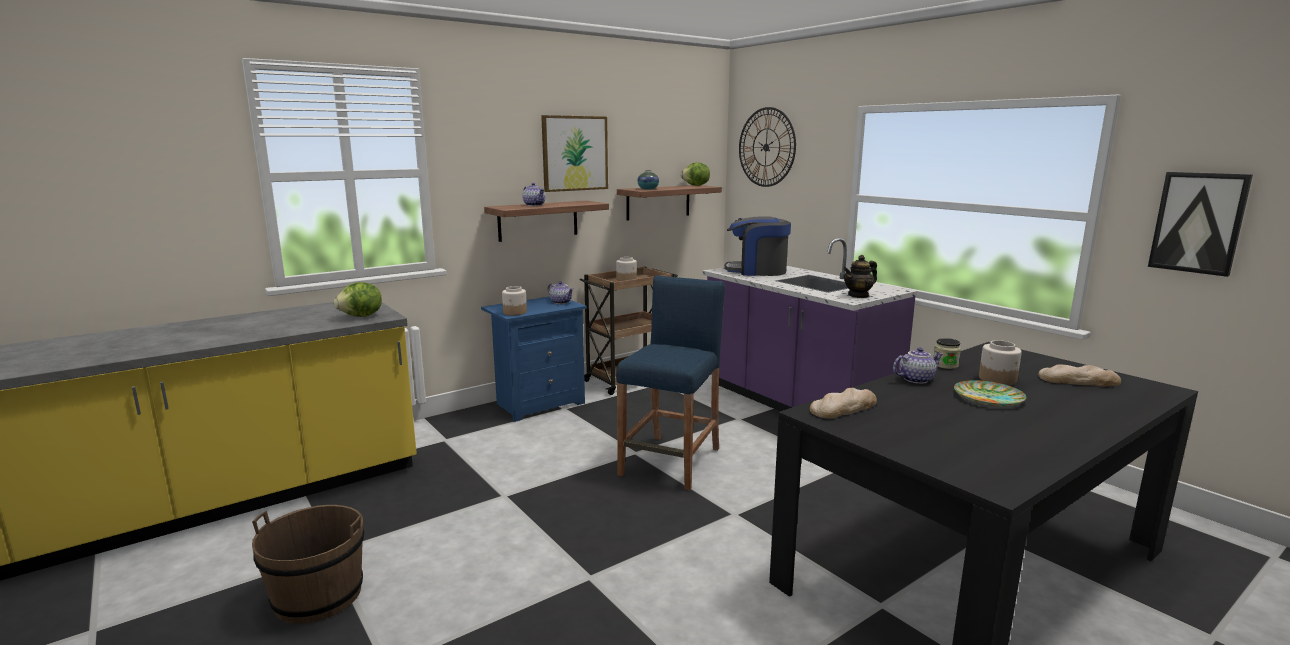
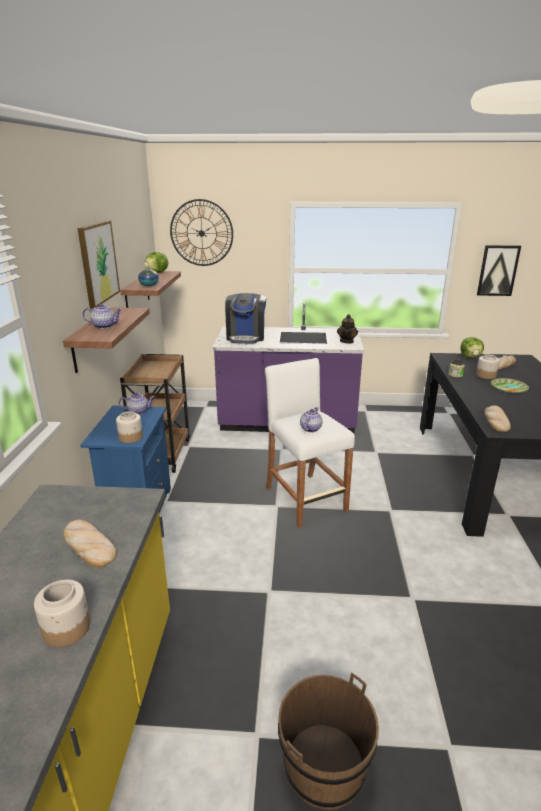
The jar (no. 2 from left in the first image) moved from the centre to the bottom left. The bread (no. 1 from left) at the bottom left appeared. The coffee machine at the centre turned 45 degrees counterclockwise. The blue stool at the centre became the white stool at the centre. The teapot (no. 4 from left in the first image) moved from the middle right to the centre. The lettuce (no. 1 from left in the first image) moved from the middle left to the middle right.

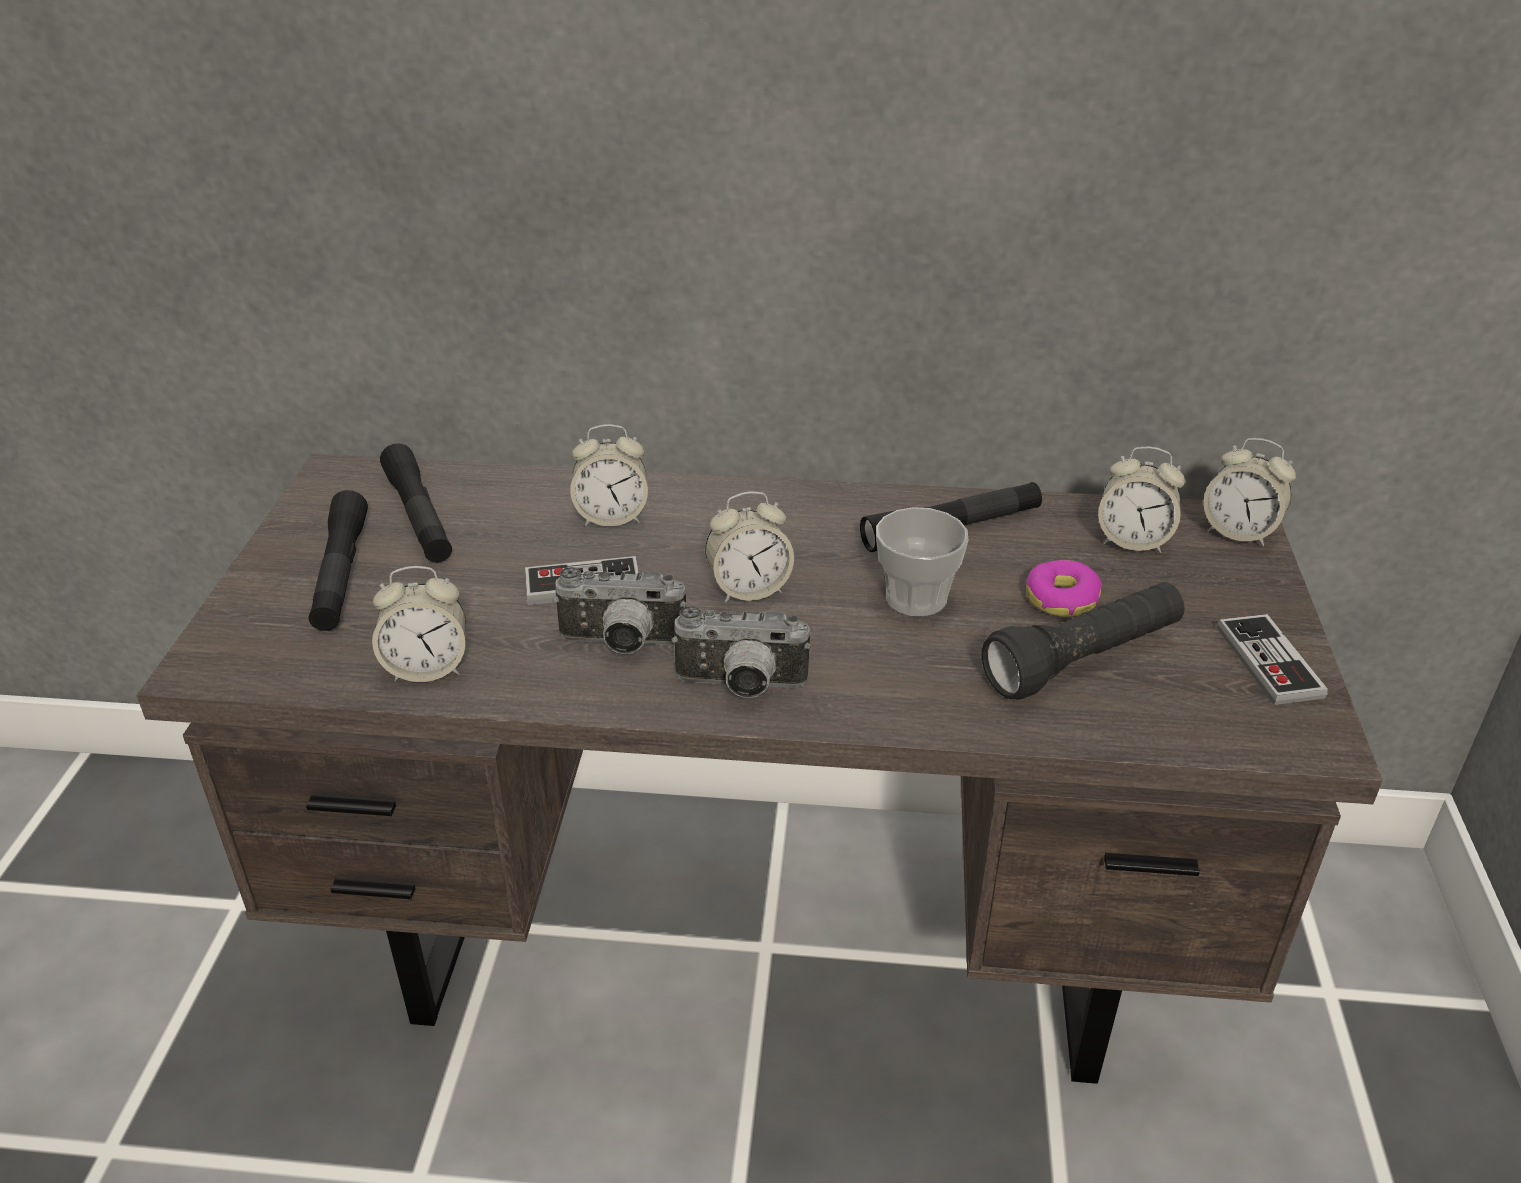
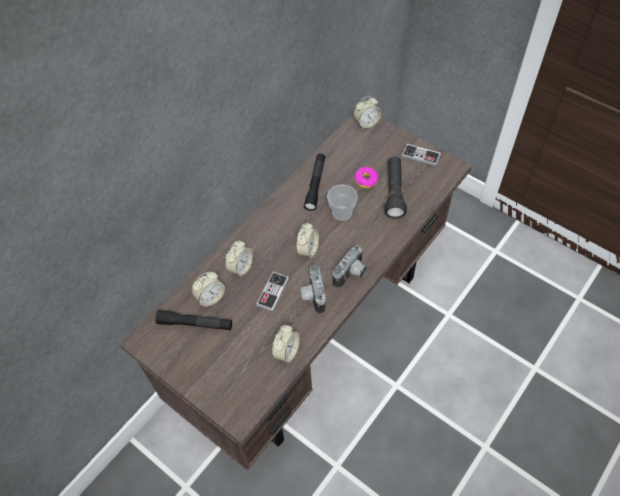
The alarm clock (no. 4 from left in the first image) moved from the middle right to the centre. The photo camera (no. 1 from left) at the centre turned 135 degrees clockwise. The black flashlight (no. 1 from left) at the middle left disappeared.

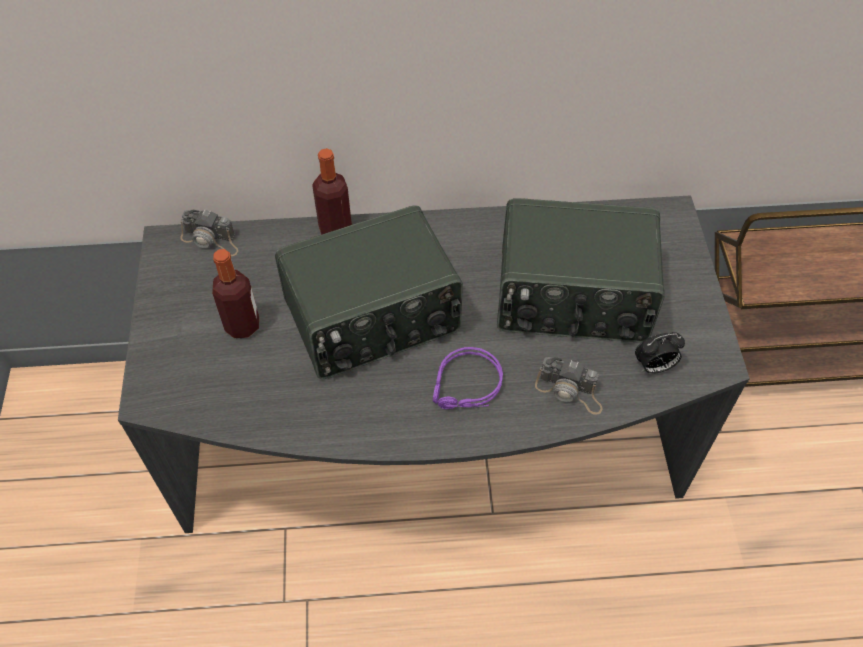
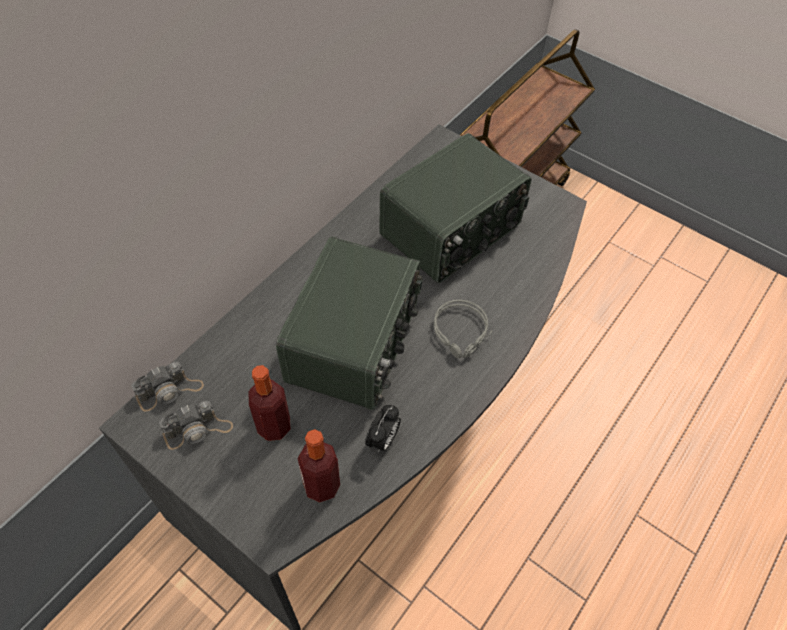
The photo camera (no. 2 from left) moved from the centre to the bottom left. The bottle (no. 2 from left) moved from the top centre to the bottom centre. The alarm clock moved from the middle right to the bottom centre. The purple headphones at the centre became the grey headphones at the centre.

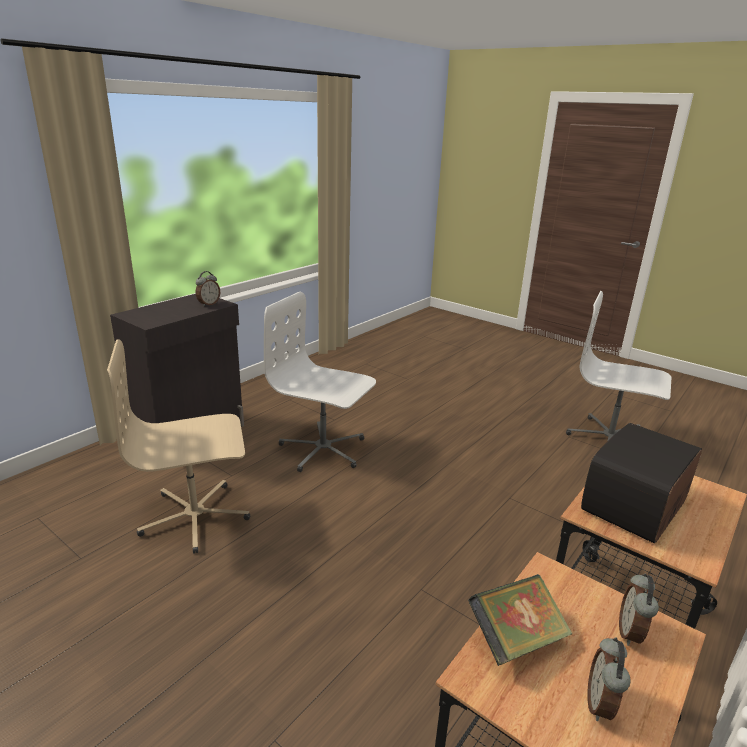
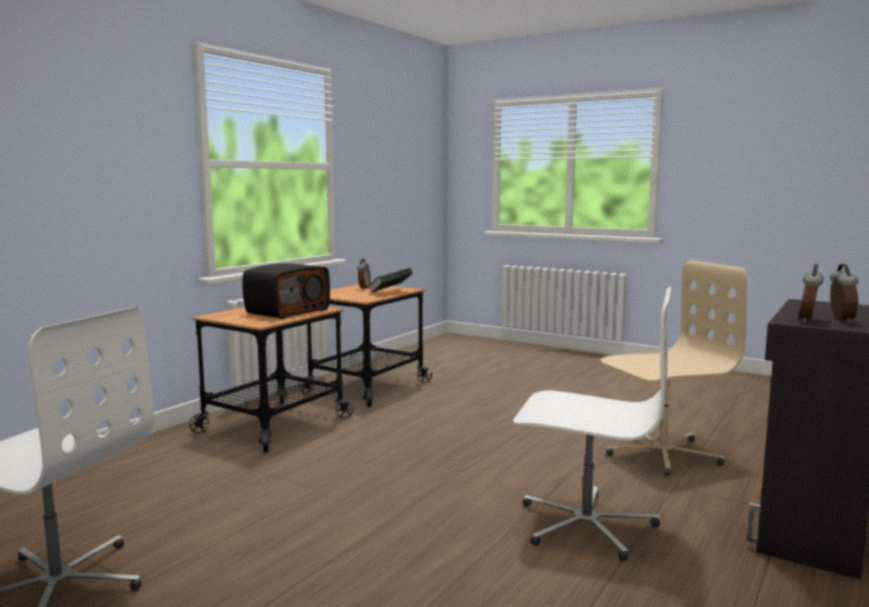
The alarm clock (no. 3 from left) moved from the bottom right to the middle right.

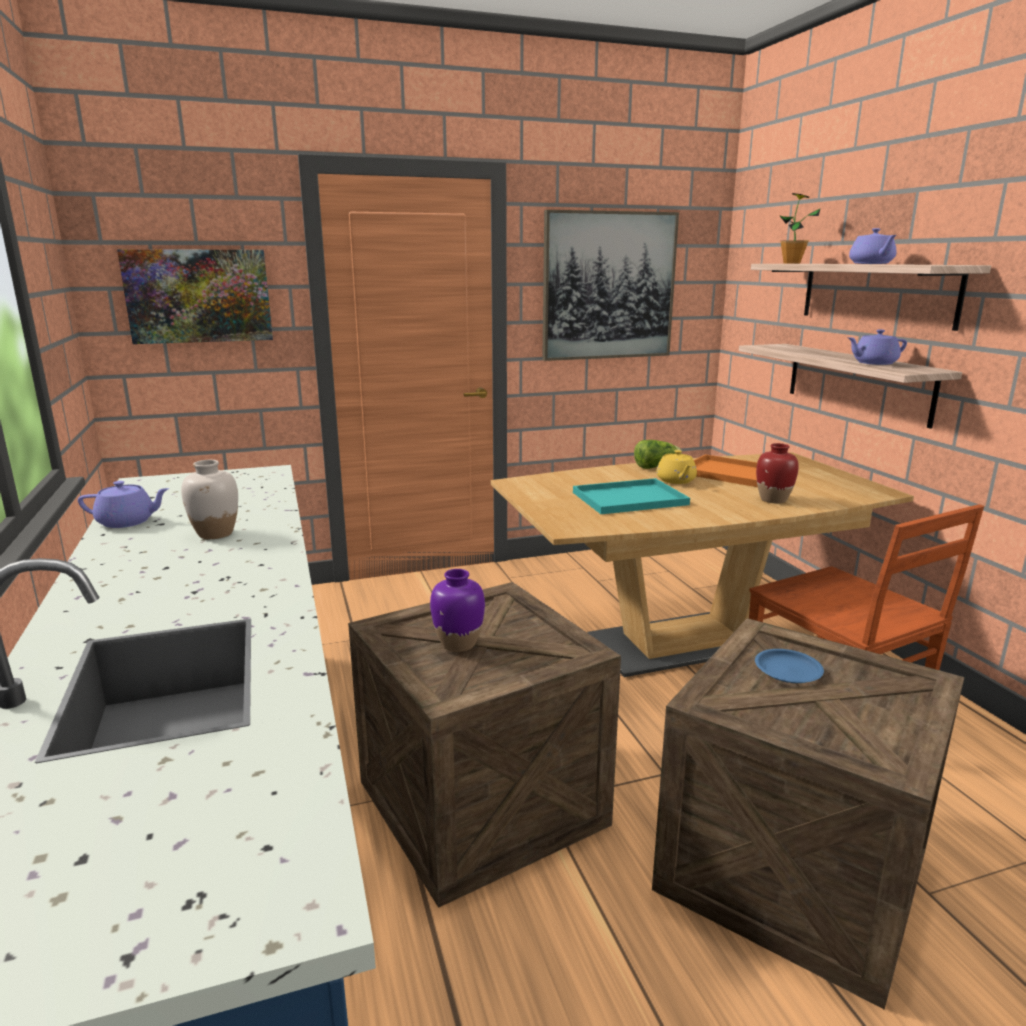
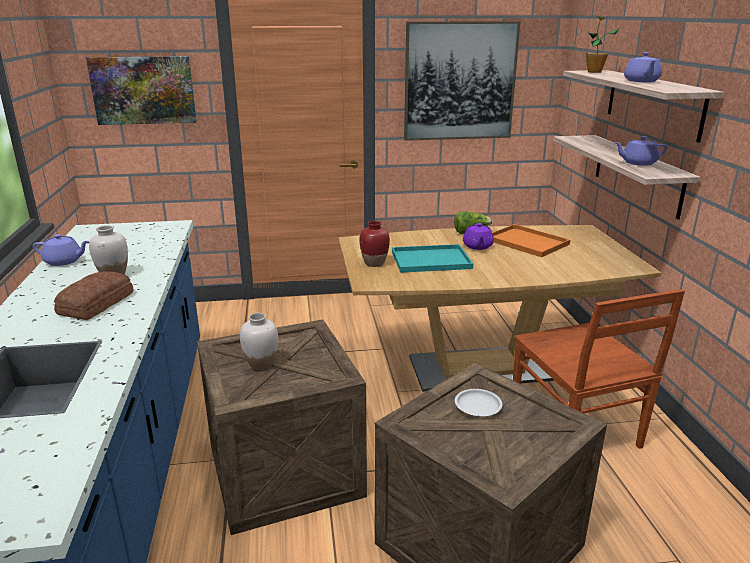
The bread at the middle left appeared. The purple vase at the centre became the white vase (no. 2 from left) at the centre. The red vase moved from the middle right to the centre. The blue plate at the middle right became the white plate at the bottom centre. The yellow teapot at the centre became the purple teapot (no. 2 from left) at the centre.

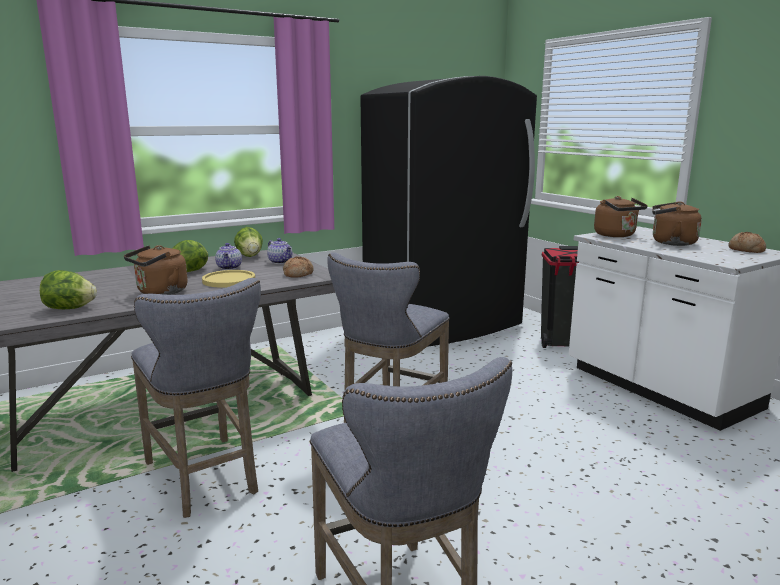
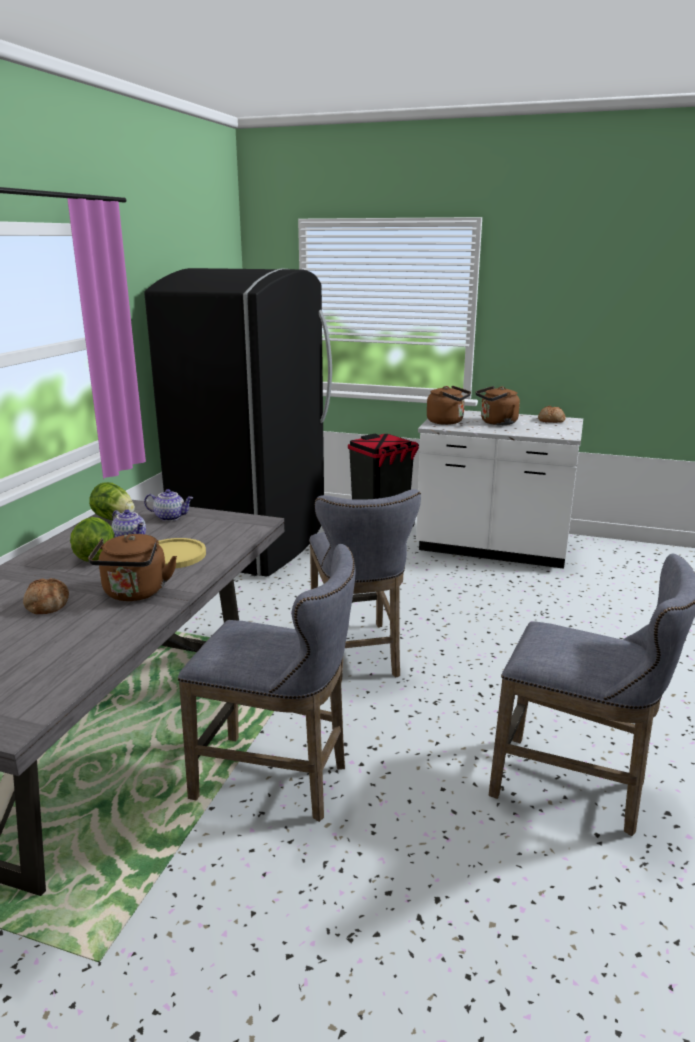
The bread (no. 1 from left) moved from the centre to the middle left. The lettuce (no. 1 from left) at the middle left disappeared.

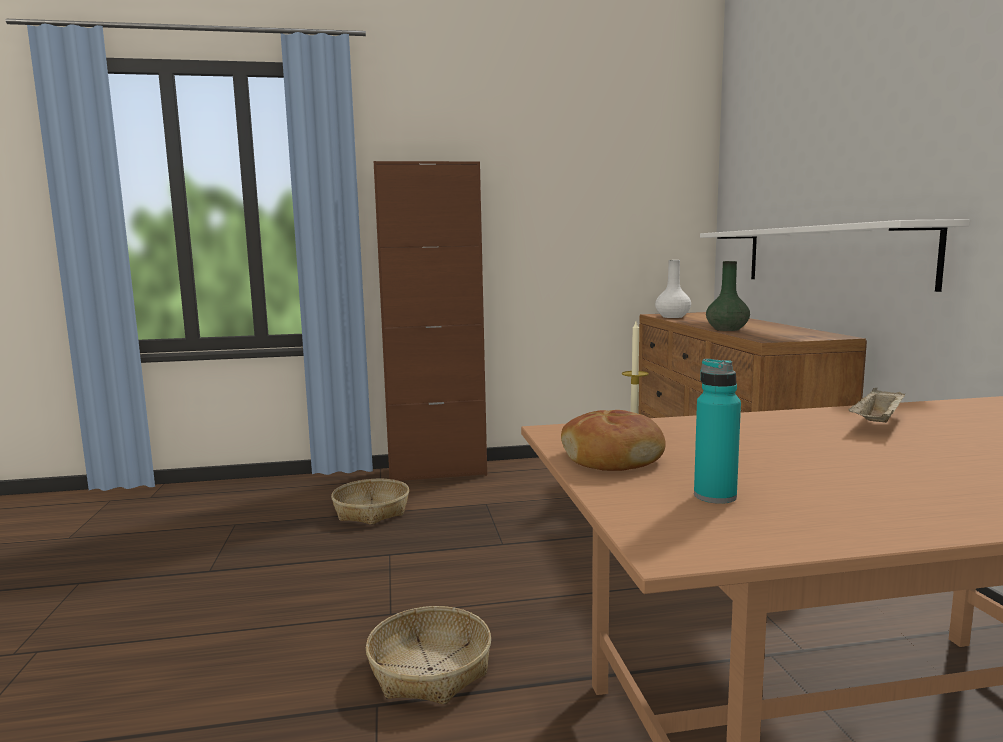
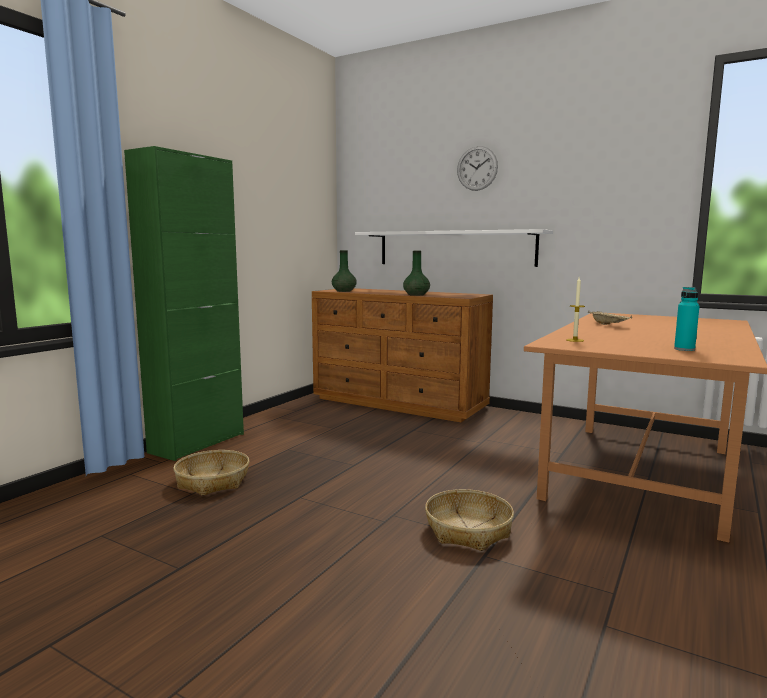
The brown cabinet at the centre became the green cabinet at the middle left. The white vase at the middle right became the green vase (no. 1 from left) at the centre. The wall clock at the top centre appeared. The bread at the centre disappeared.

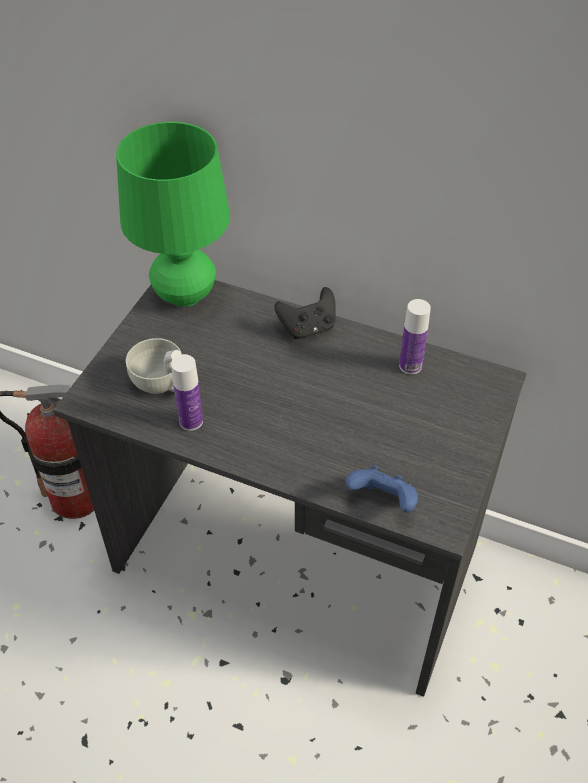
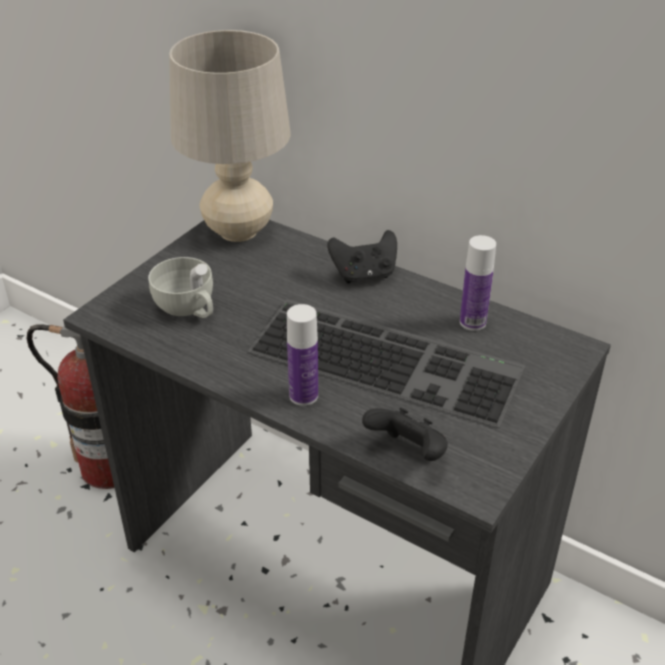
The green table lamp at the top left became the beige table lamp at the top centre. The keyboard at the centre appeared. The bottle (no. 1 from left) moved from the middle left to the centre. The blue game controller at the centre became the black game controller (no. 2 from left) at the centre.

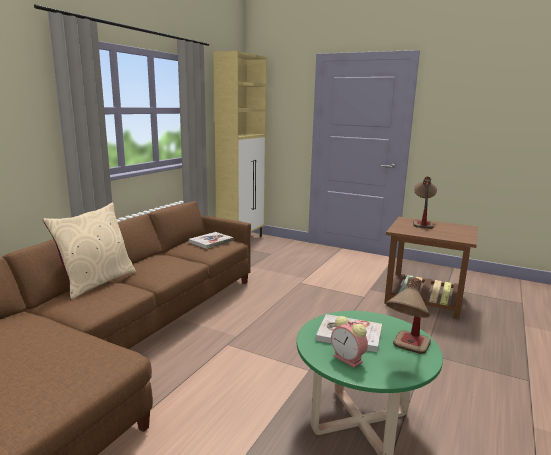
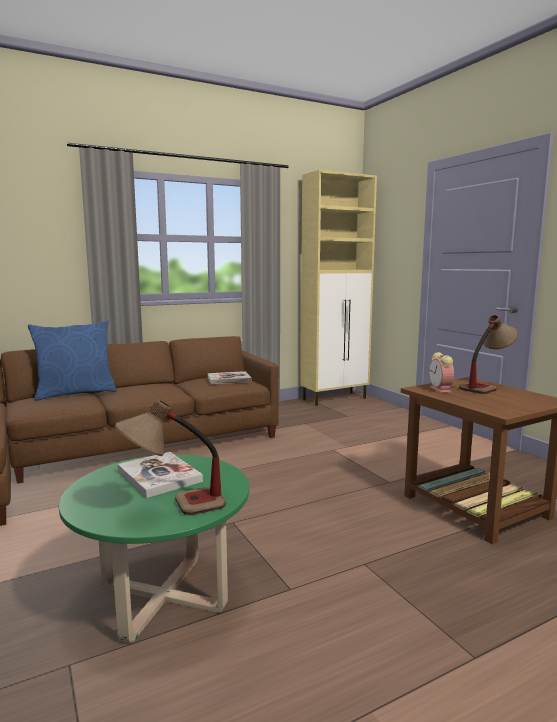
The beige pillow at the middle left became the blue pillow at the middle left. The alarm clock moved from the bottom centre to the middle right.

